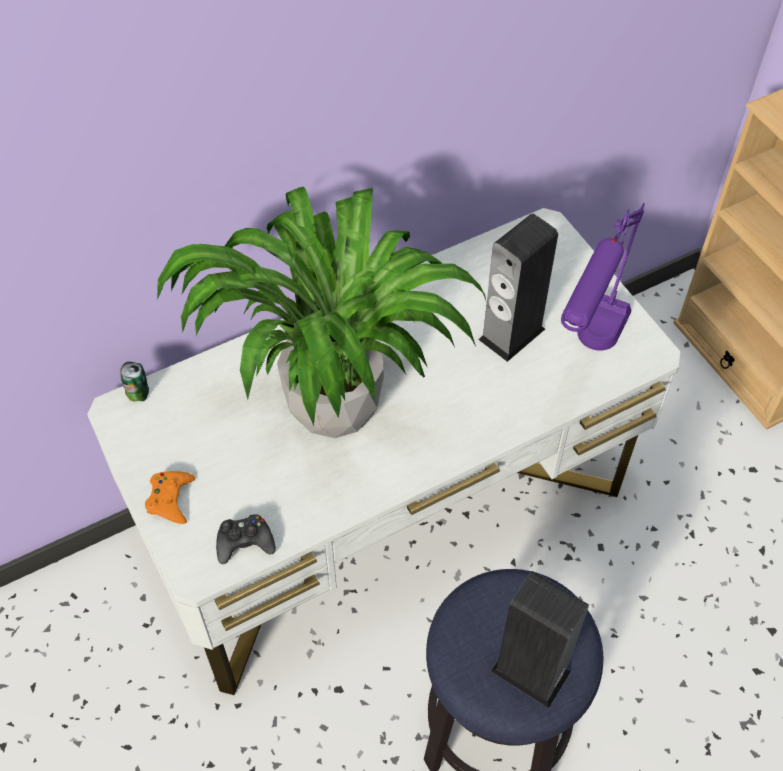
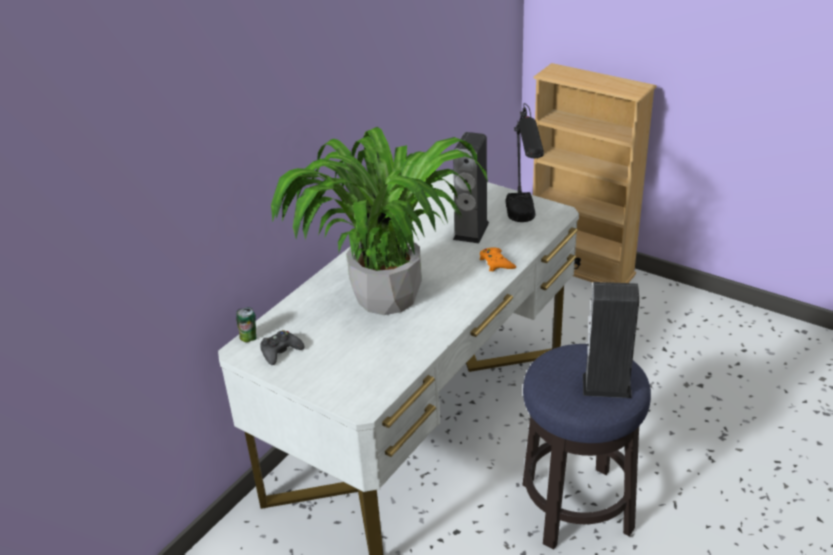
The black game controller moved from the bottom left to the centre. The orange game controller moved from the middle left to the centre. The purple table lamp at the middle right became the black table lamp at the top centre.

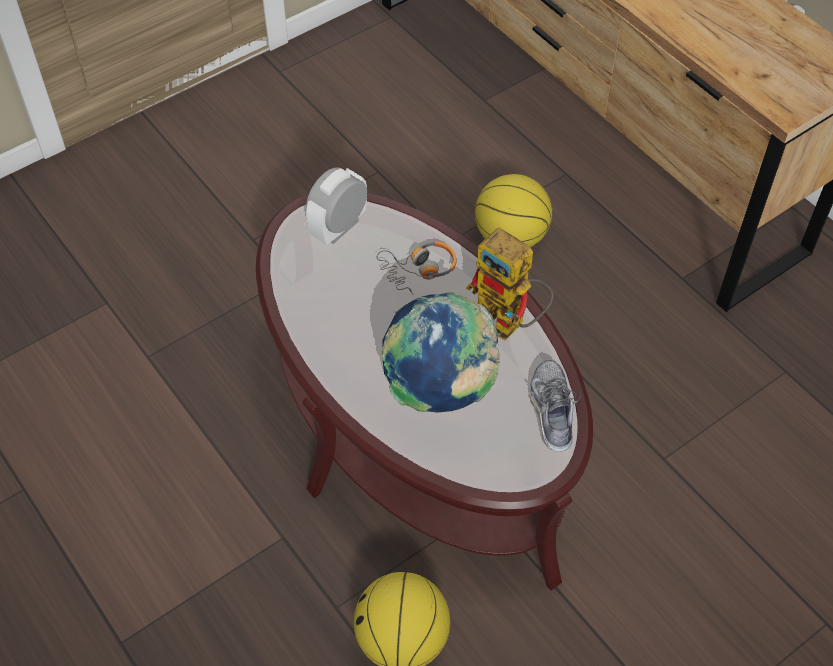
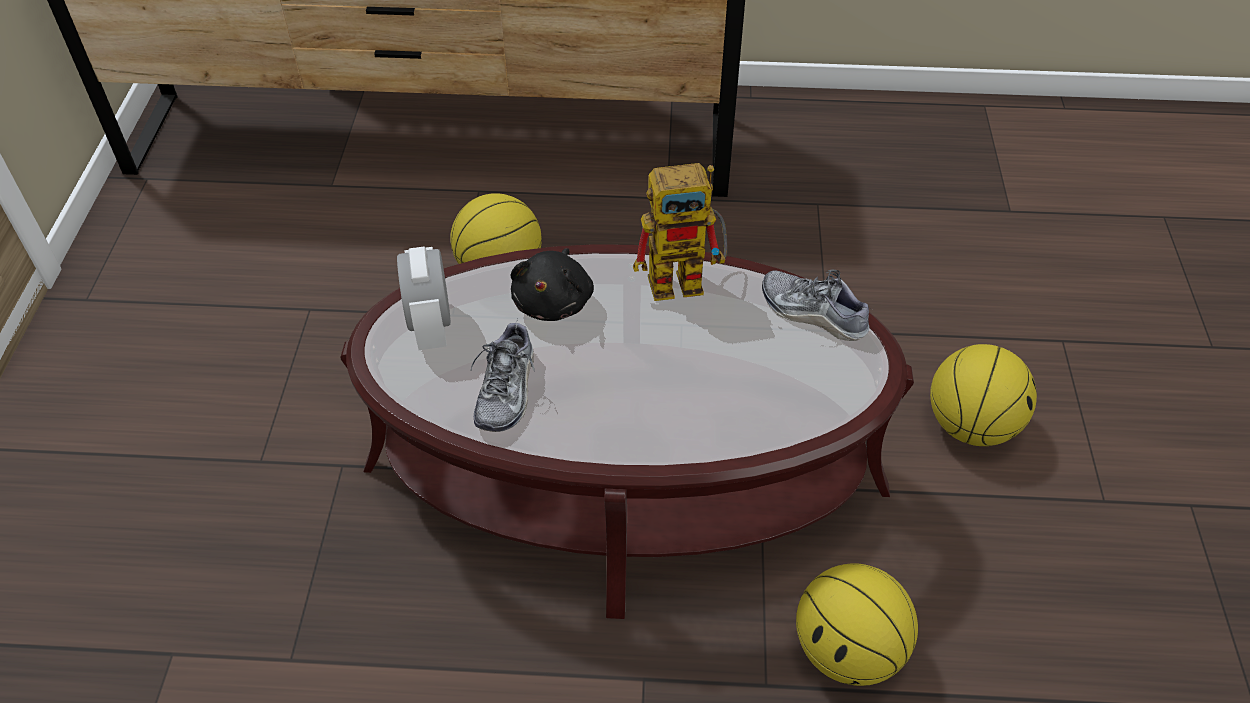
The shoe (no. 1 from left) at the centre appeared. The headphones at the centre was replaced by the black plush toy at the centre. The basketball (no. 3 from left) at the middle right appeared. The globe at the centre disappeared.

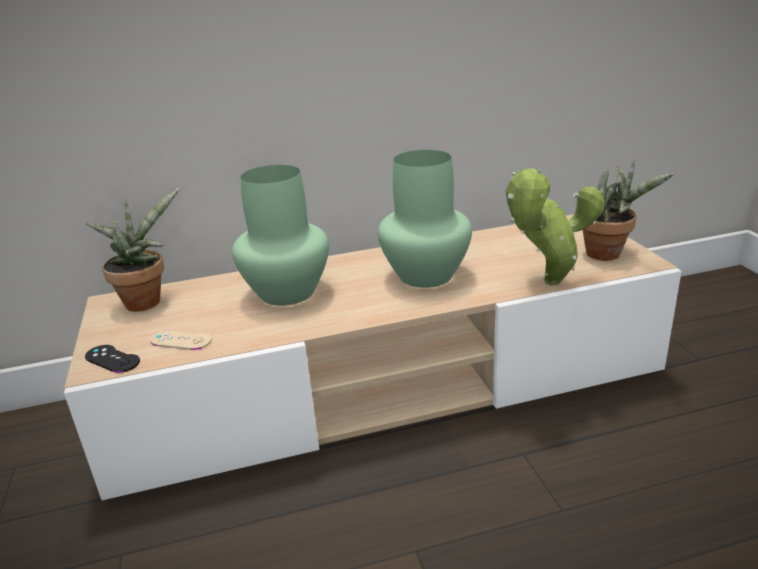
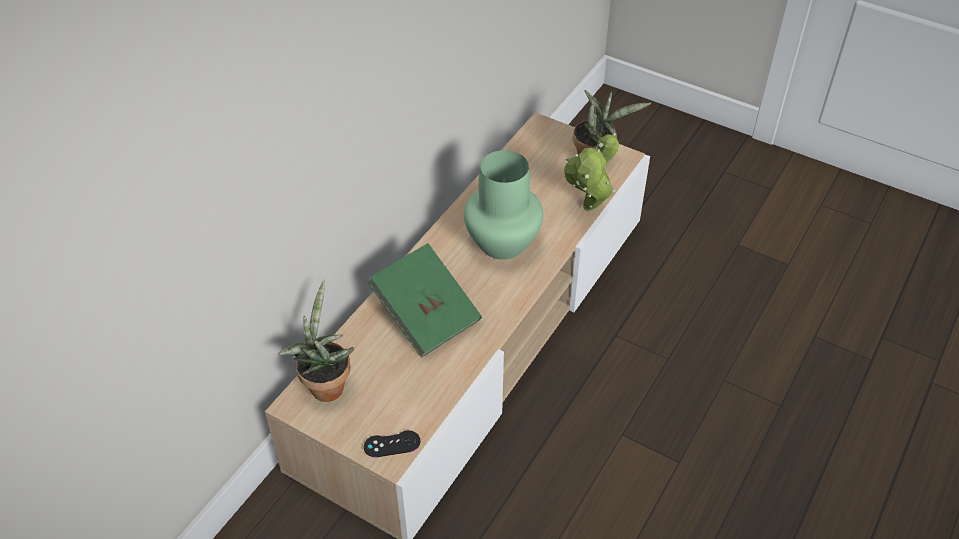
The green vase (no. 1 from left) at the centre was replaced by the green book at the centre. The beige game controller at the middle left disappeared.

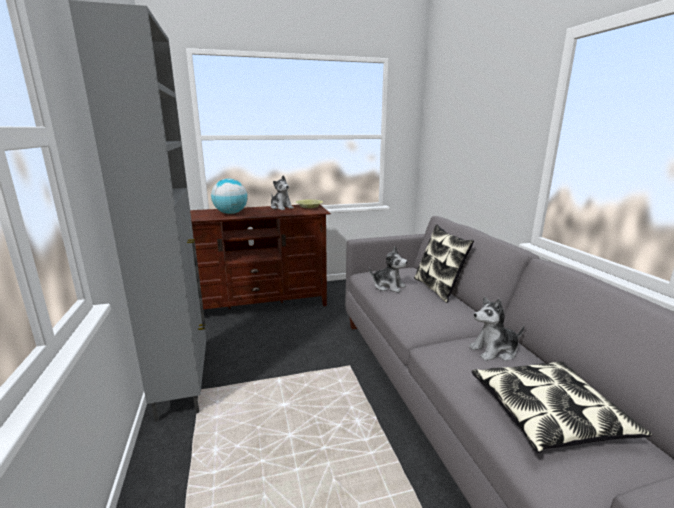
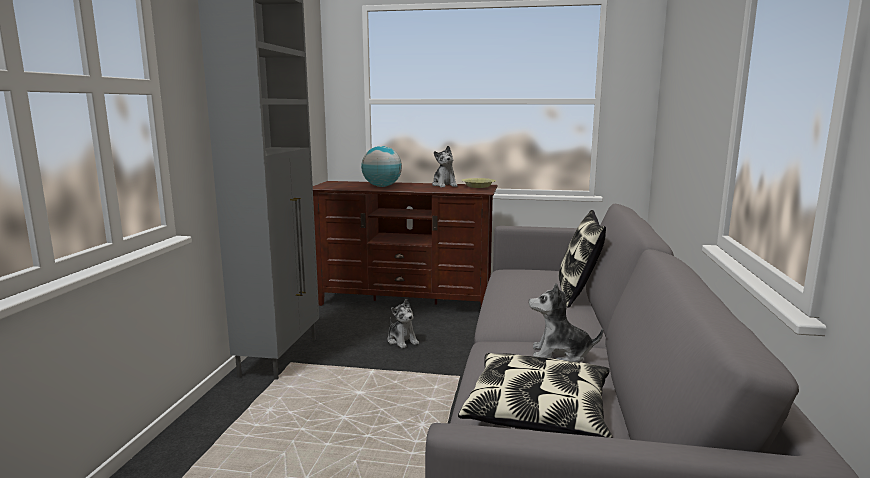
The plush toy (no. 2 from left in the first image) moved from the centre to the bottom centre.

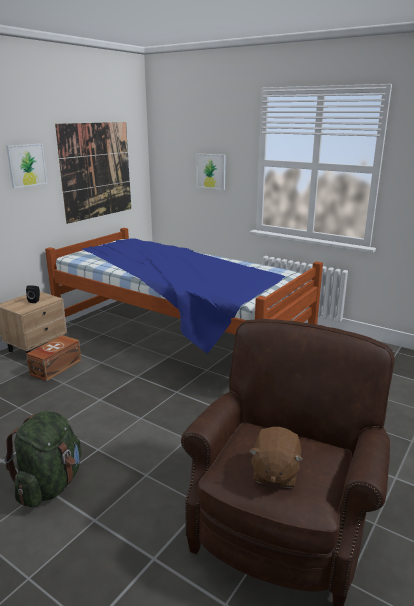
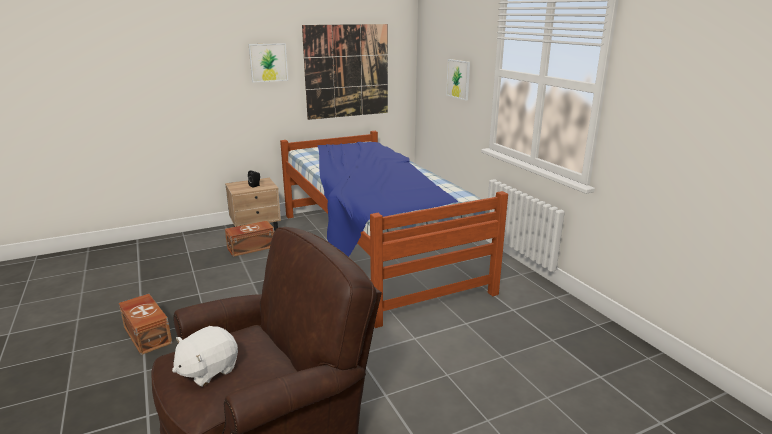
The green backpack at the bottom left was replaced by the brown storage box (no. 1 from left) at the bottom left. The brown plush toy at the bottom right became the white plush toy at the bottom left.

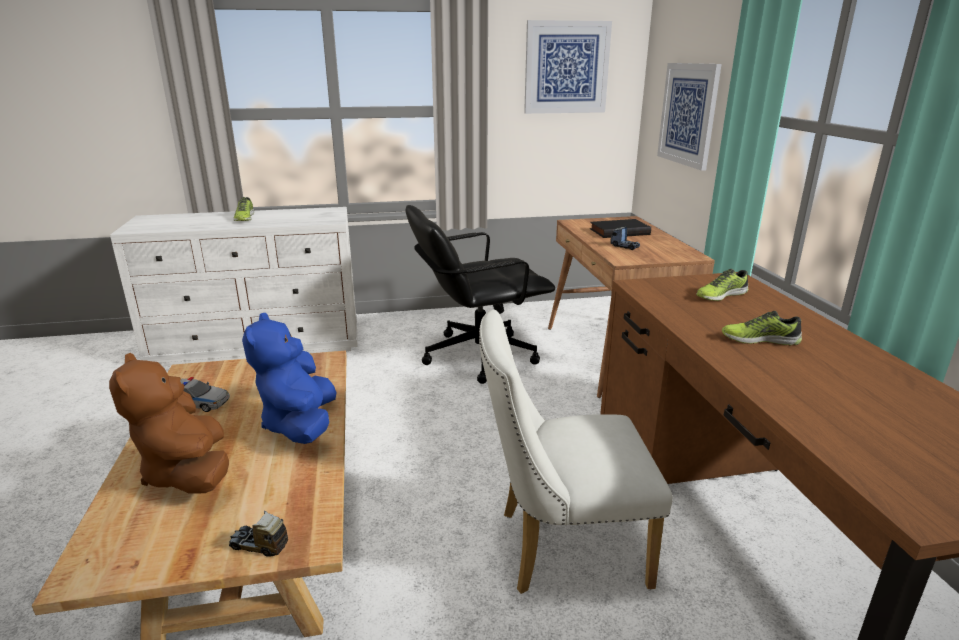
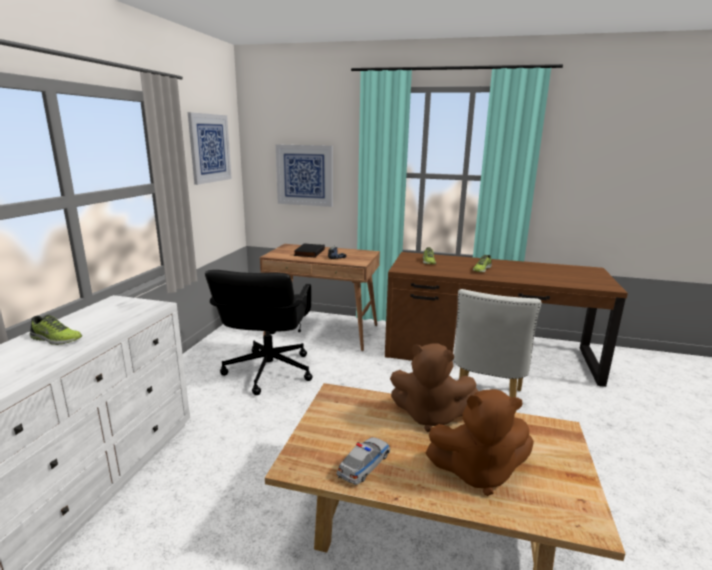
The blue plush toy at the middle left became the brown plush toy (no. 1 from left) at the bottom centre. The toy truck (no. 1 from left) at the bottom left disappeared.

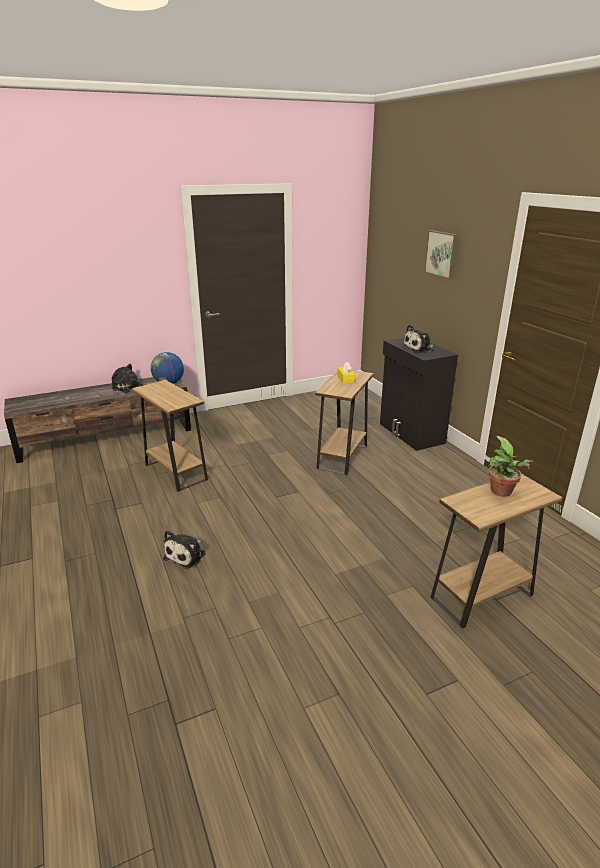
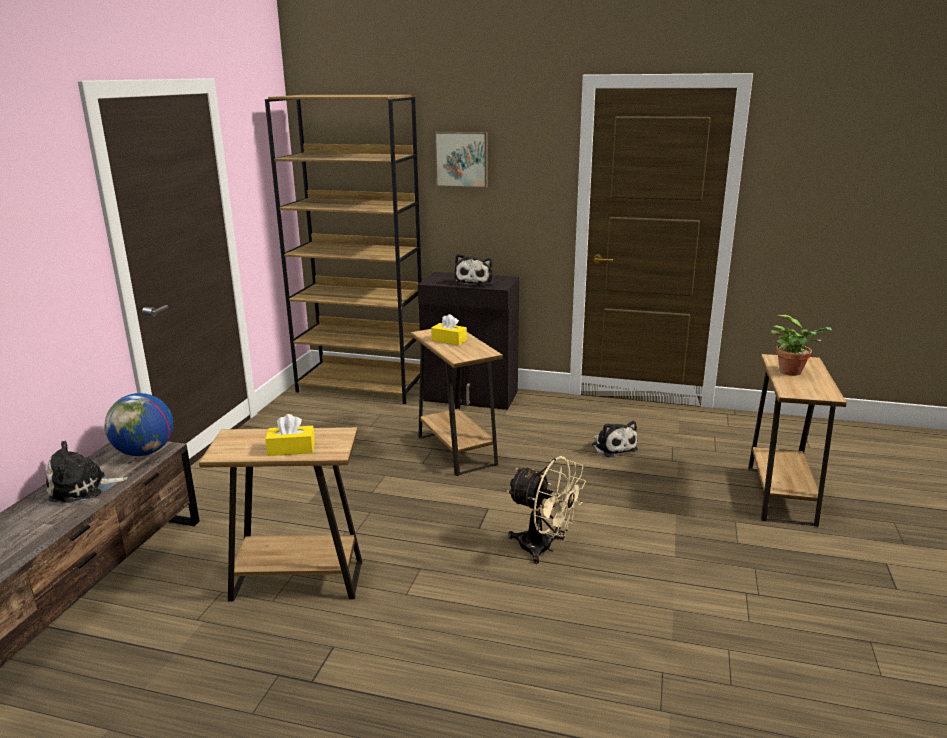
The brown bookcase at the centre appeared. The yellow tissue box (no. 1 from left) at the middle left appeared. The beige fan at the bottom centre appeared. The plush toy (no. 2 from left in the first image) moved from the middle left to the centre.

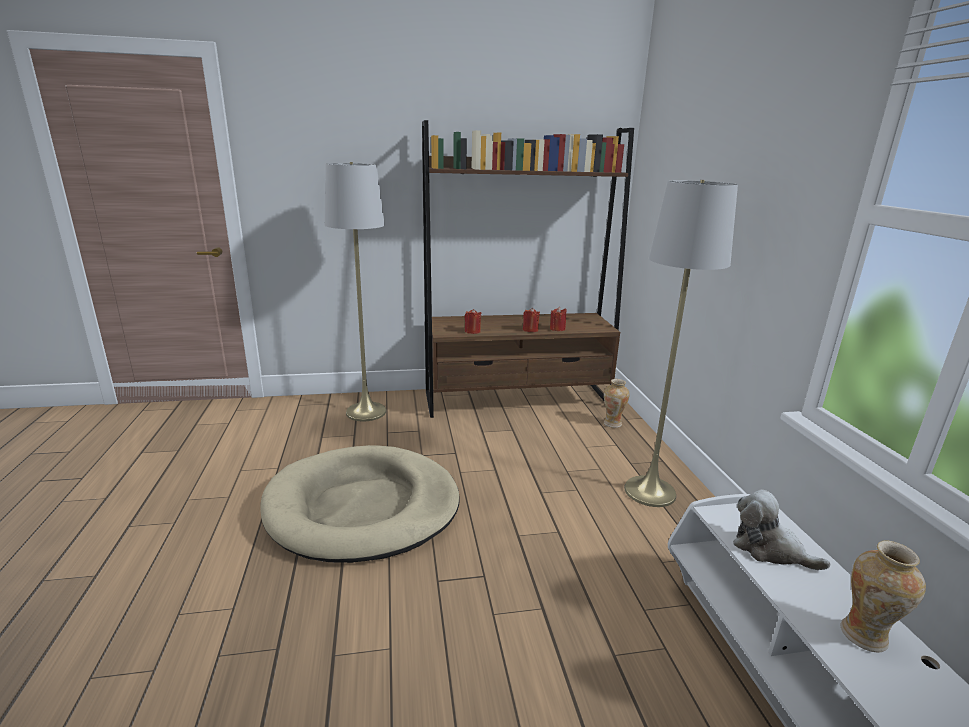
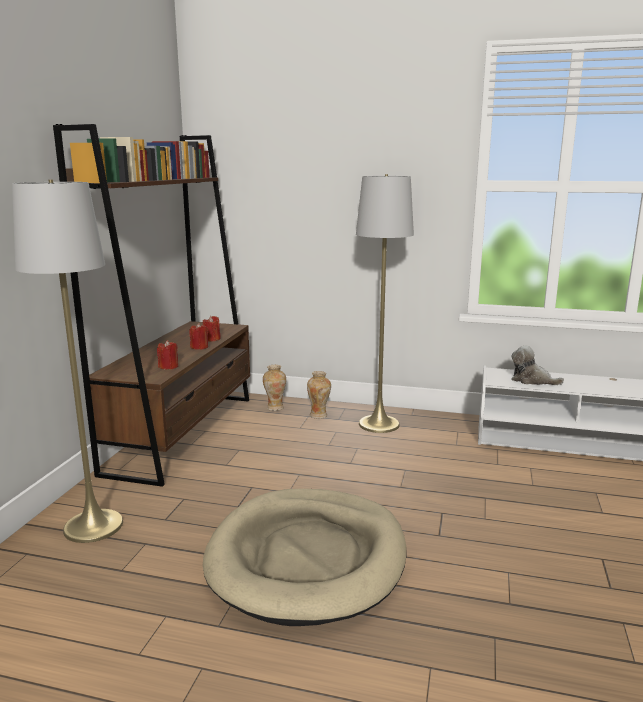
The vase (no. 2 from left) moved from the bottom right to the centre. The plush toy at the bottom right turned 60 degrees clockwise.

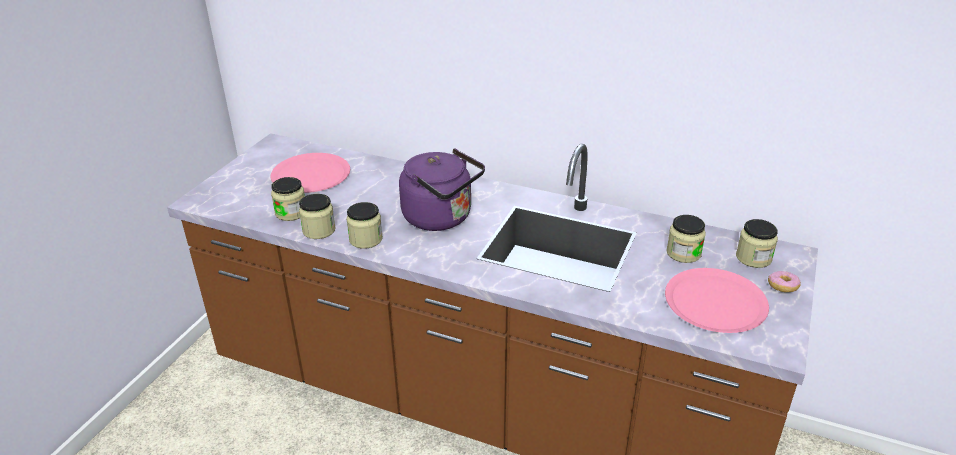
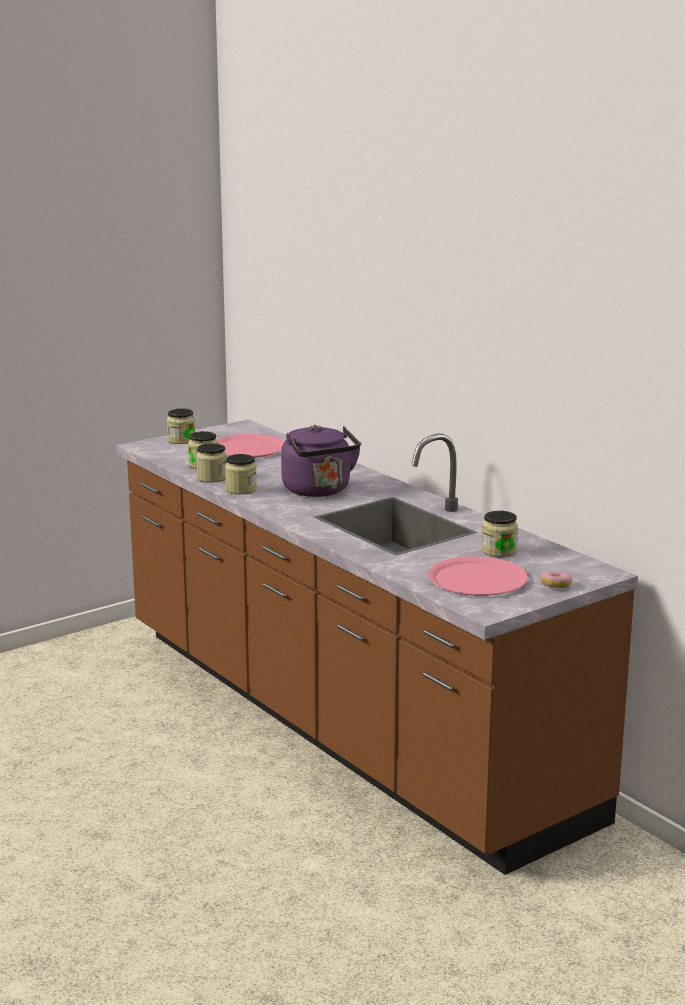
The jar (no. 5 from left in the first image) moved from the middle right to the middle left.

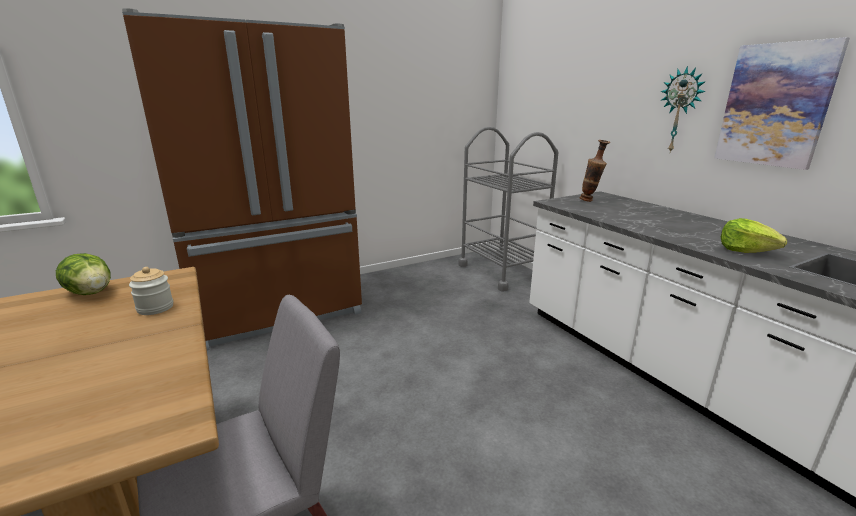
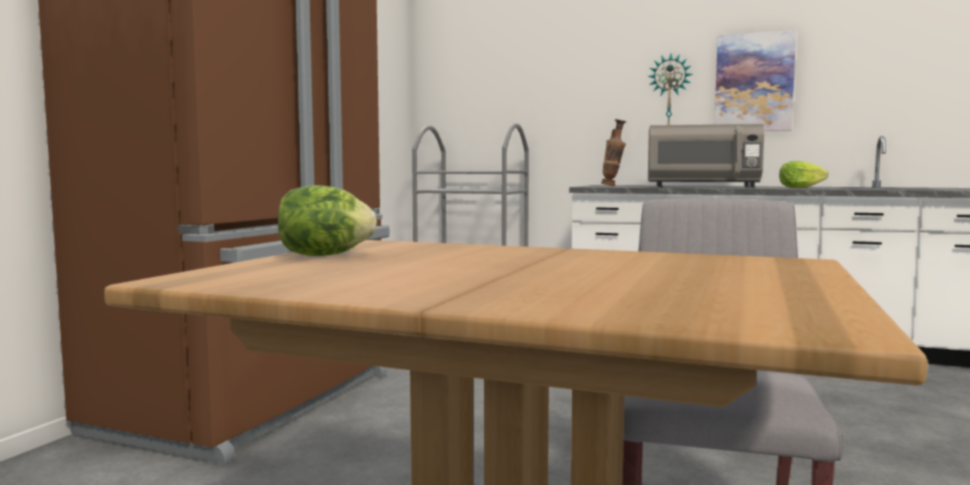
The grey microwave at the top right appeared. The jar at the middle left disappeared.

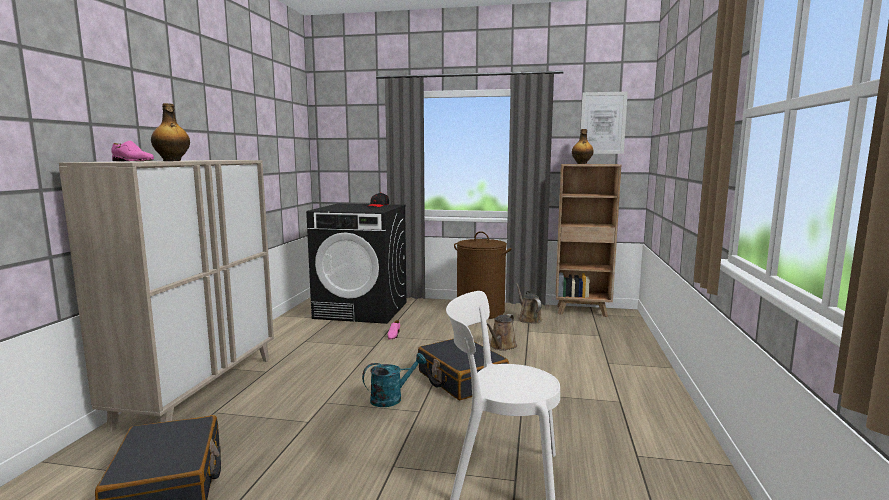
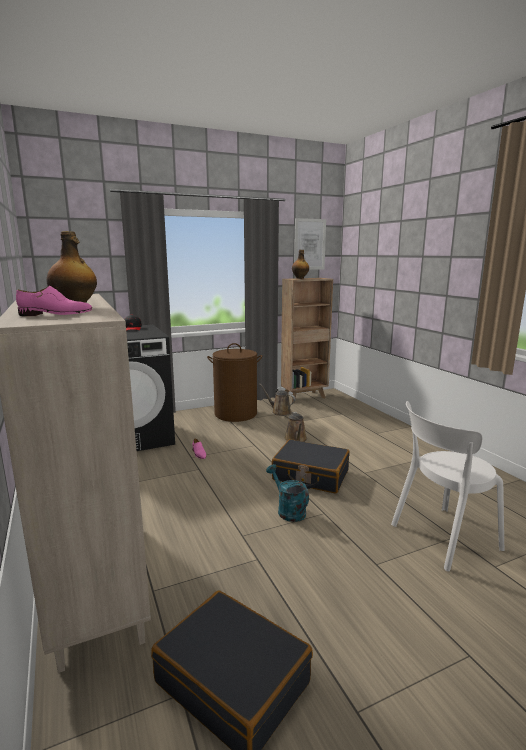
The turquoise watering can at the bottom centre turned 60 degrees counterclockwise.

